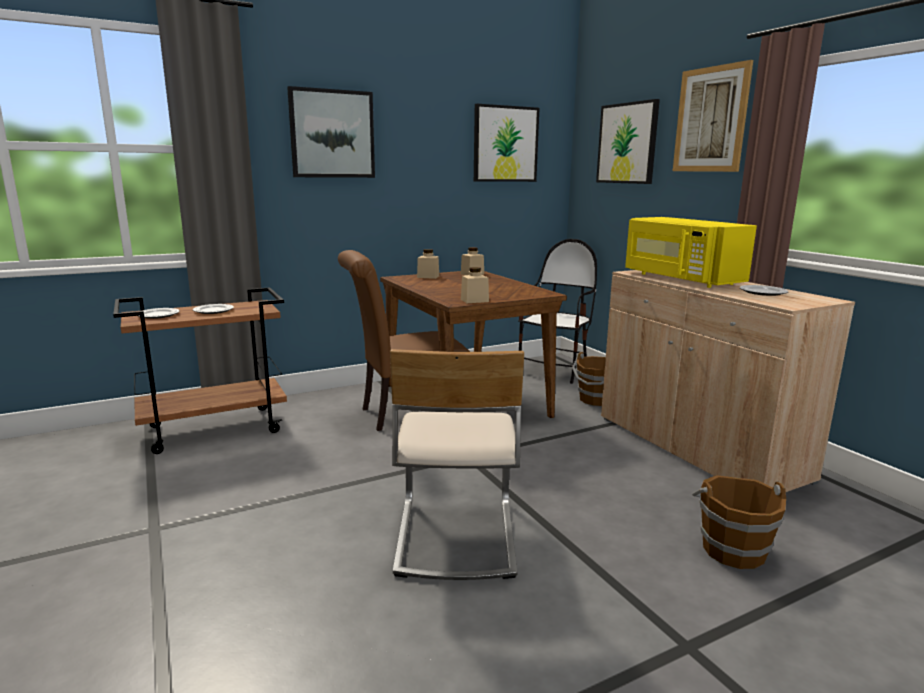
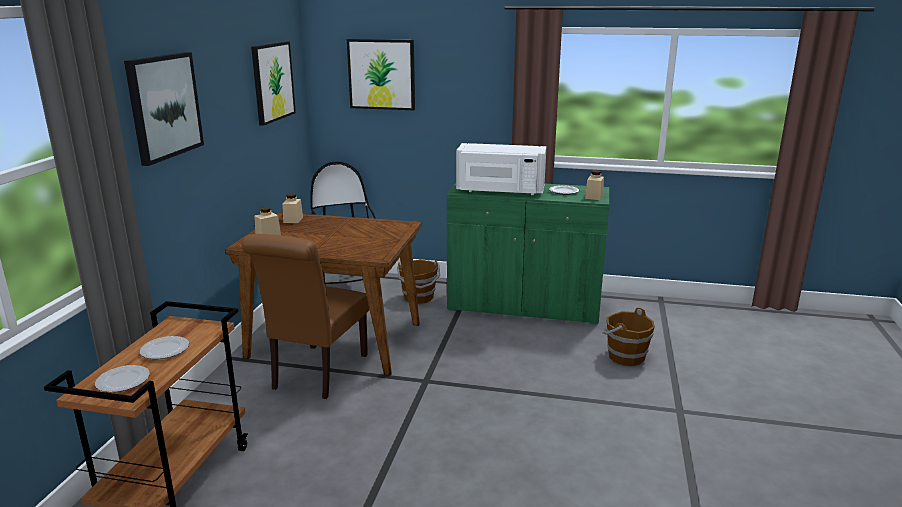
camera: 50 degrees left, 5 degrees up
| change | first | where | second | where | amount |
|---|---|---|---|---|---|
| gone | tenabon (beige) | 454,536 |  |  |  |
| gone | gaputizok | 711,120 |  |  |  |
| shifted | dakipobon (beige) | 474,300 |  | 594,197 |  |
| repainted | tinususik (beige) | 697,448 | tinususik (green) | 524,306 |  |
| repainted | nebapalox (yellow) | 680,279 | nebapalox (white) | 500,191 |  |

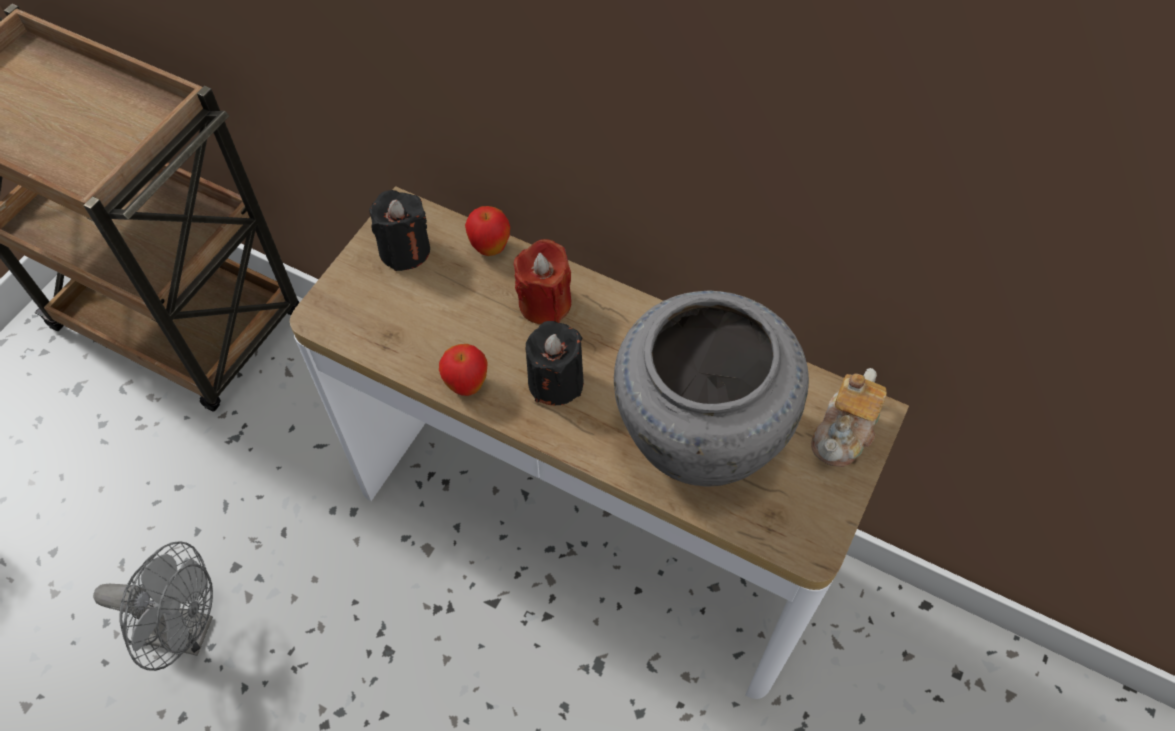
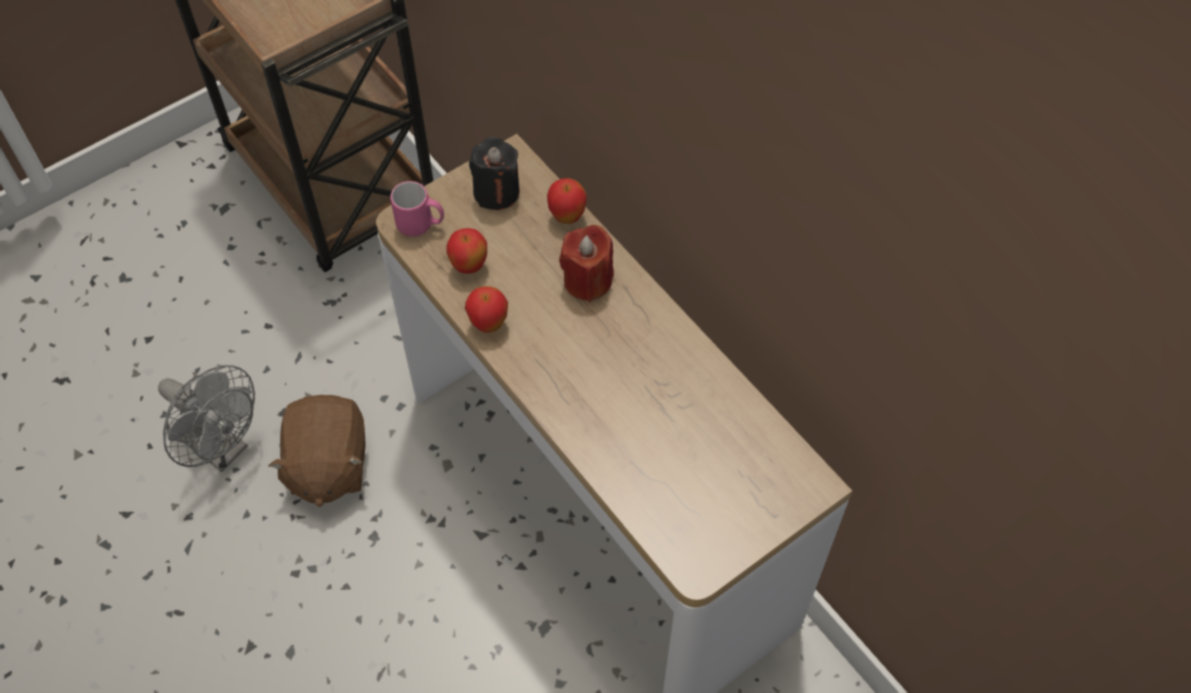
camera: 25 degrees right, 0 degrees up
| change | first | where | second | where | amount |
|---|---|---|---|---|---|
| gone | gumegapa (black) | 555,382 |  |  |  |
| gone | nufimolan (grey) | 696,438 |  |  |  |
| gone | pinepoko | 844,433 |  |  |  |
| new |  |  | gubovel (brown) | 327,465 |  |
| new |  |  | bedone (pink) | 421,225 |  |
| new |  |  | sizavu | 469,266 |  |

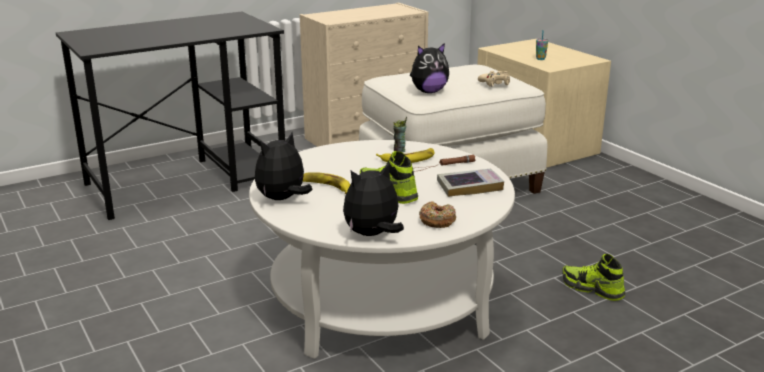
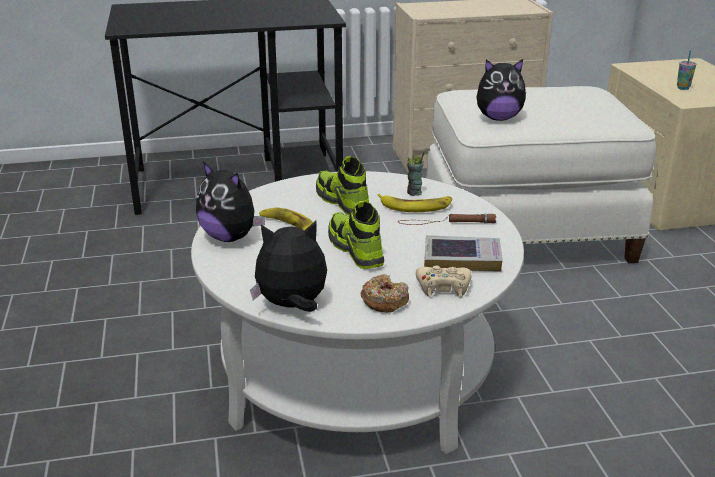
camera: 20 degrees right, 5 degrees up
| change | first | where | second | where | amount |
|---|---|---|---|---|---|
| shifted | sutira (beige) | 495,83 |  | 443,287 |  |
| shifted | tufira | 592,289 |  | 342,202 |  |
| rotated | gubovel | 282,199 |  | 230,237 | 120 degrees counterclockwise |

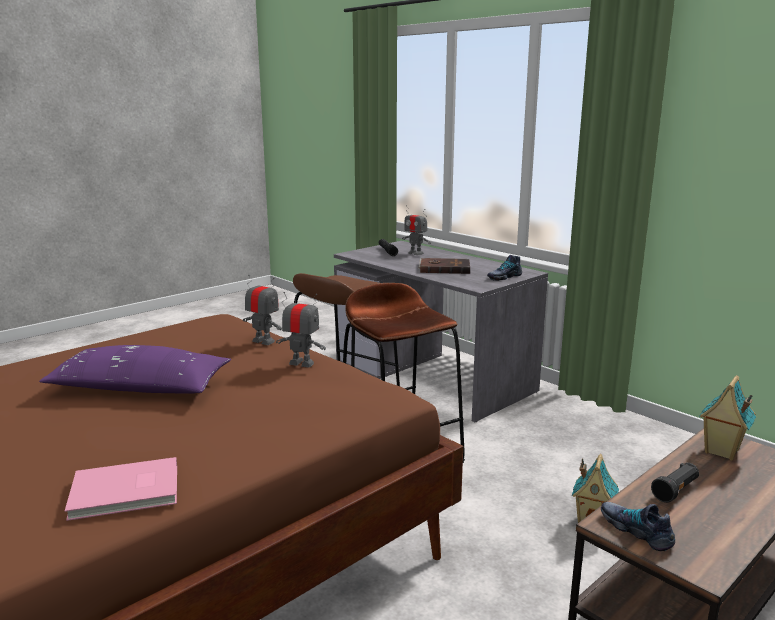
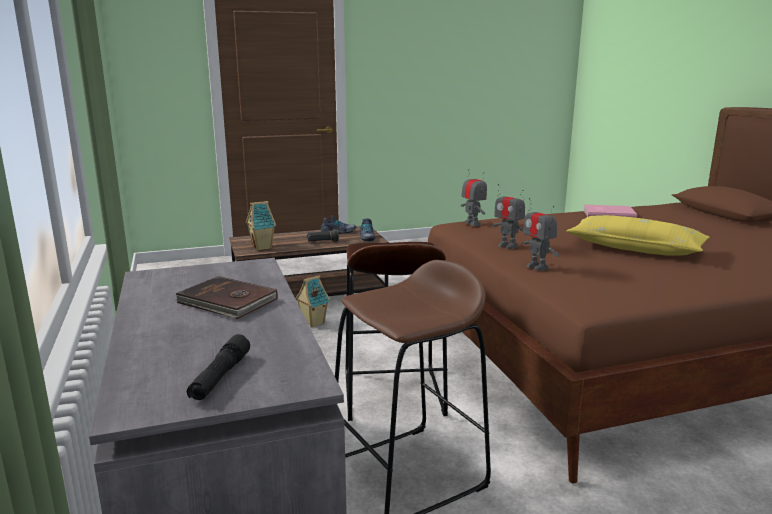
camera: 155 degrees left, 0 degrees up
| change | first | where | second | where | amount |
|---|---|---|---|---|---|
| shifted | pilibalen | 415,253 |  | 472,223 |  |
| shifted | tufira | 503,277 |  | 338,232 |  |
| repainted | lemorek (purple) | 140,388 | lemorek (yellow) | 635,248 |  |

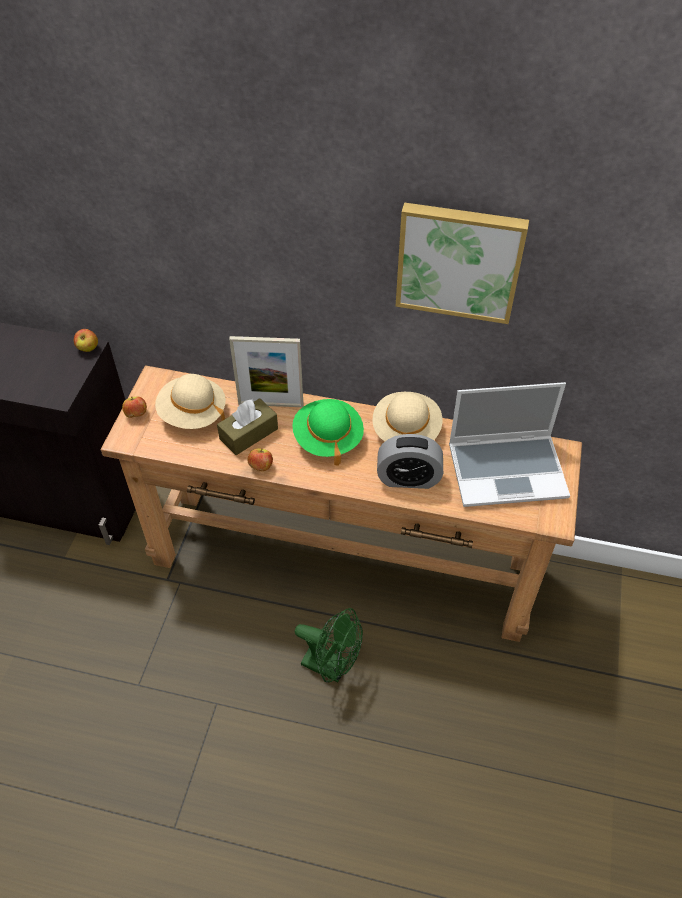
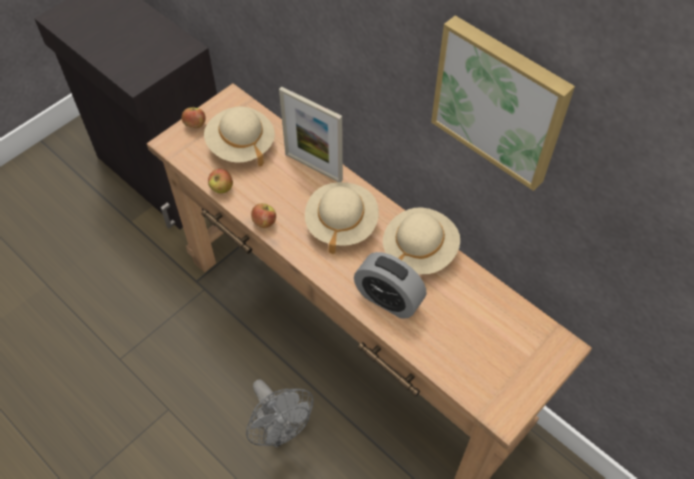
camera: 30 degrees right, 5 degrees up
| change | first | where | second | where | amount |
|---|---|---|---|---|---|
| gone | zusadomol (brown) | 248,434 |  |  |  |
| gone | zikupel | 508,470 |  |  |  |
| shifted | sizavu | 88,348 |  | 222,188 |  |
| repainted | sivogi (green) | 328,438 | sivogi (beige) | 341,224 |  |
| repainted | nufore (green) | 332,666 | nufore (grey) | 280,431 |  |

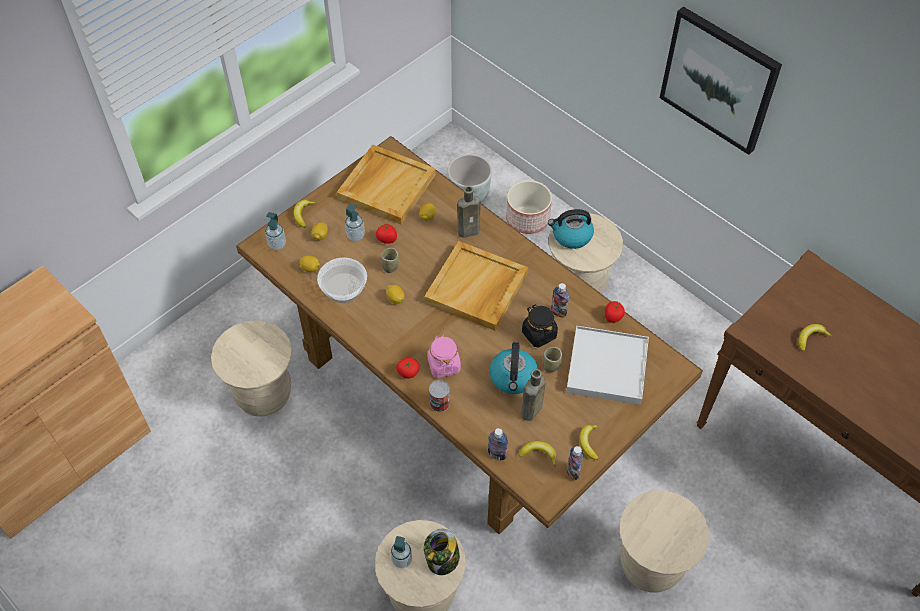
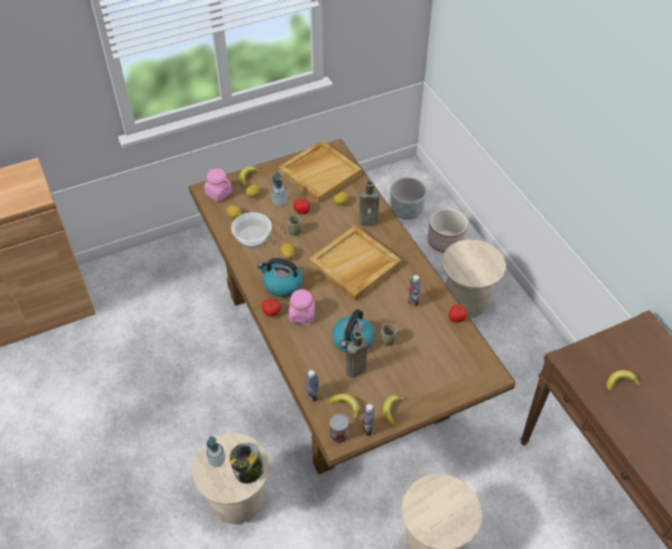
camera: 20 degrees right, 5 degrees down
| change | first | where | second | where | amount |
|---|---|---|---|---|---|
| gone | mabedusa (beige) | 263,395 |  |  |  |
| gone | dakipobon (black) | 539,334 |  |  |  |
| gone | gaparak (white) | 607,367 |  |  |  |
| gone | gaputizok | 719,79 |  |  |  |
| shifted | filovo | 439,403 |  | 339,435 |  |
| shifted | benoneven | 571,236 |  | 282,284 |  |
| swapped | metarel | 277,244 | dakipobon (pink) | 218,193 |  |

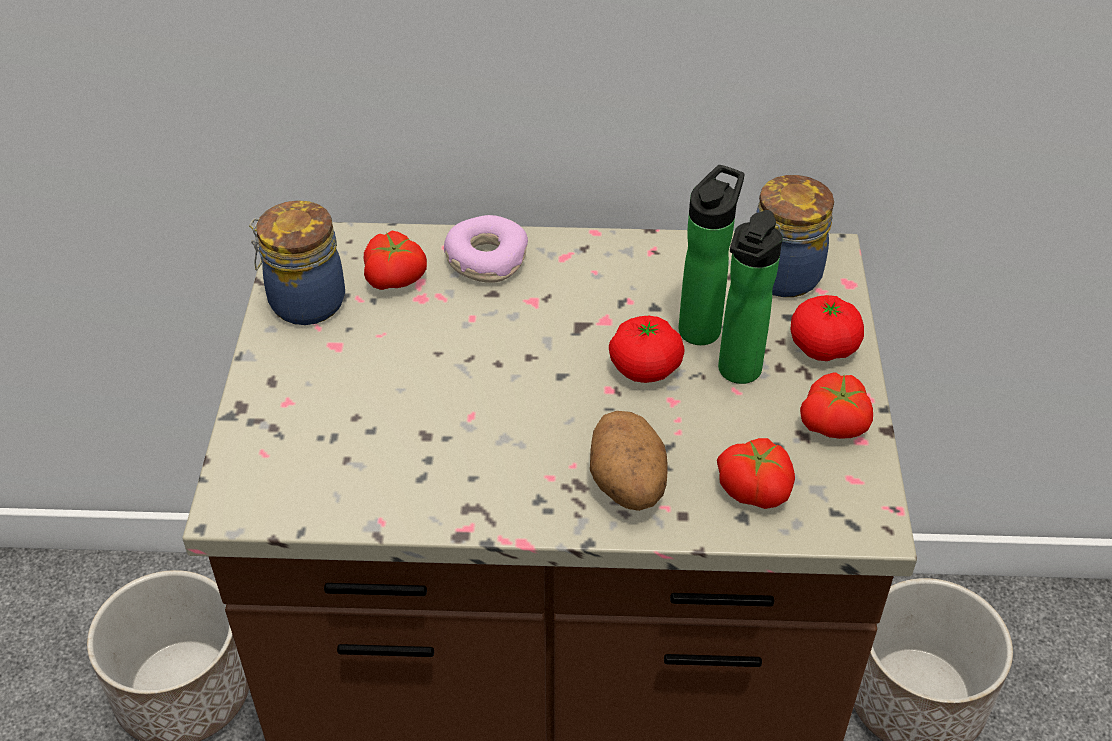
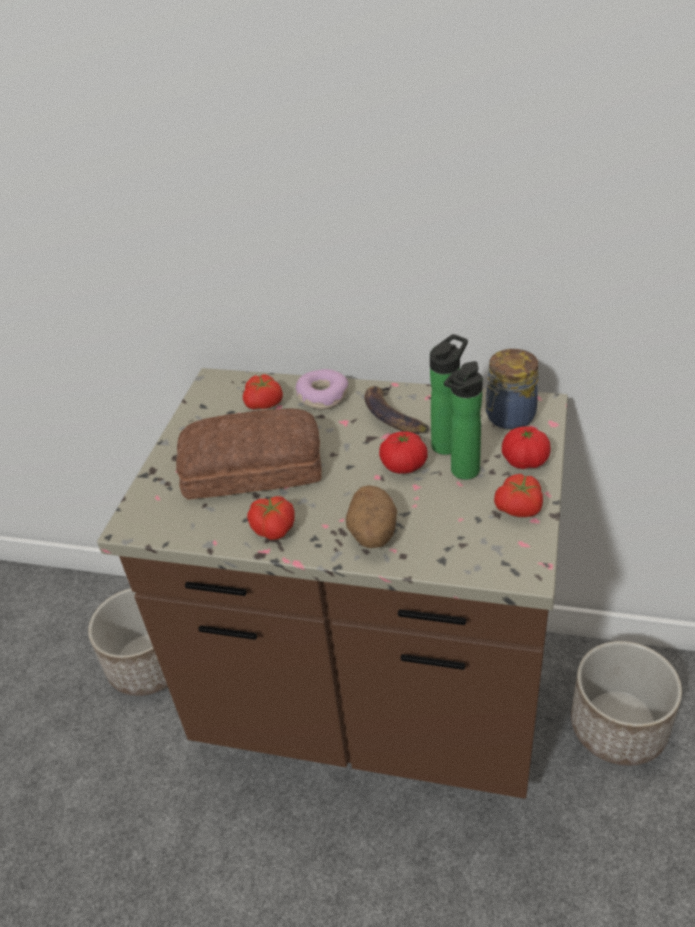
camera: 15 degrees right, 5 degrees down
| change | first | where | second | where | amount |
|---|---|---|---|---|---|
| gone | dakipobon | 304,302 |  |  |  |
| new |  |  | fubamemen | 254,469 |  |
| new |  |  | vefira | 392,415 |  |
| shifted | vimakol | 755,487 |  | 274,528 |  |

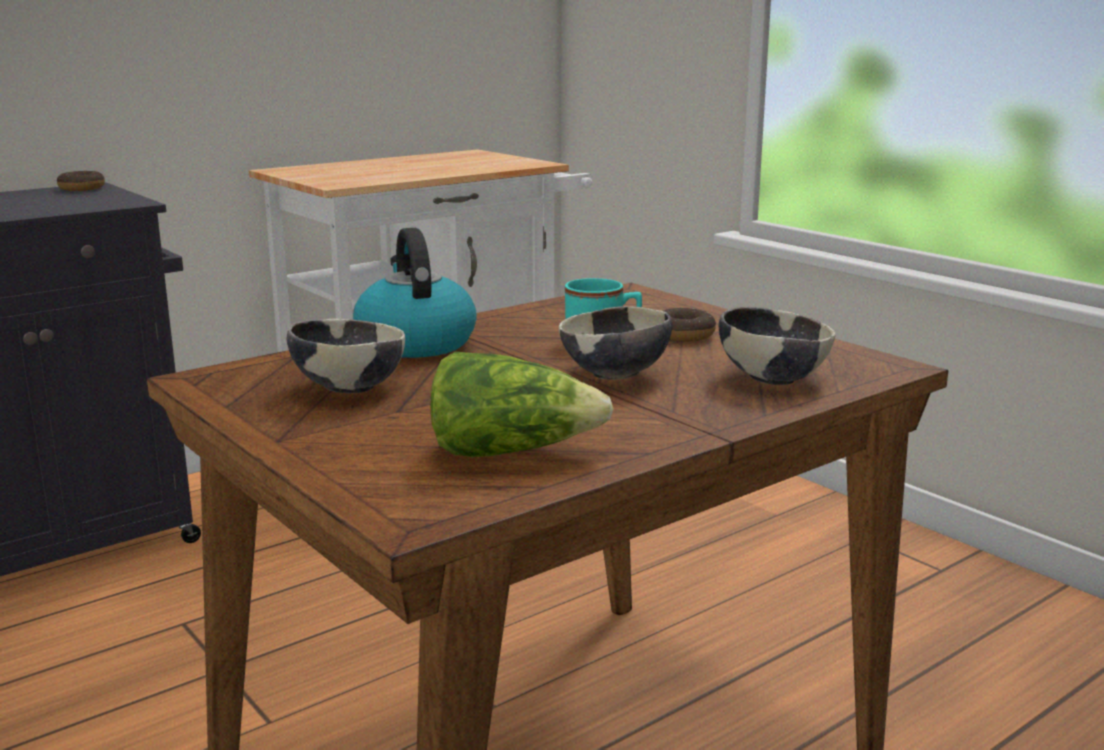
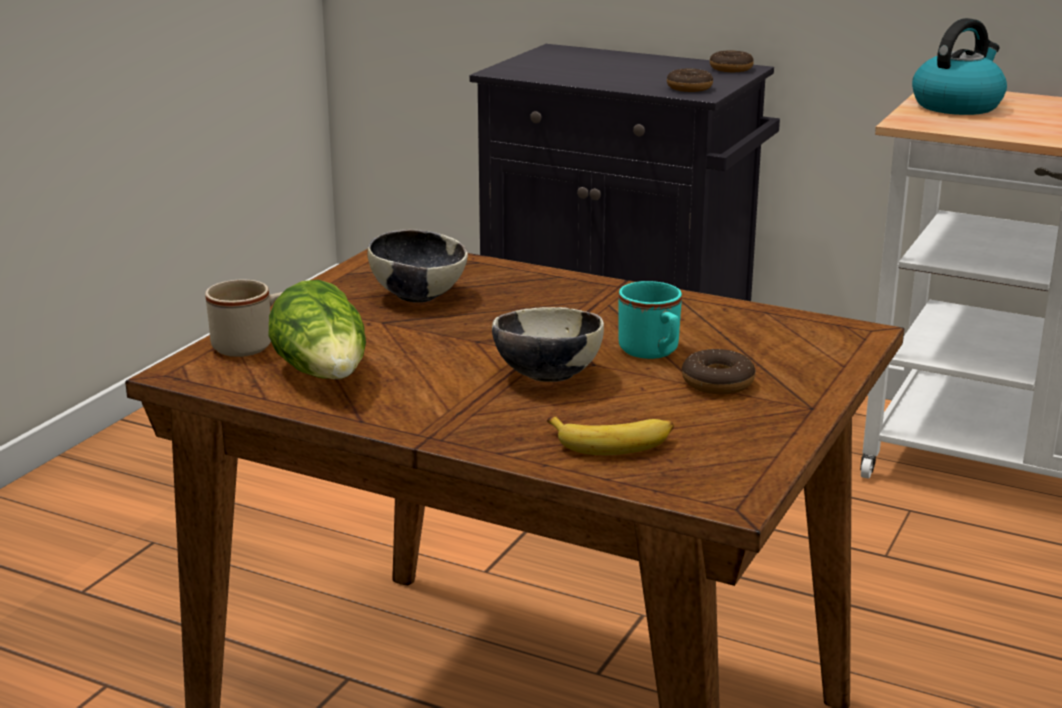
camera: 65 degrees right, 5 degrees up
| change | first | where | second | where | amount |
|---|---|---|---|---|---|
| new |  |  | bedone (beige) | 252,346 |  |
| new |  |  | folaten | 689,88 |  |
| shifted | benoneven | 414,343 |  | 957,105 |  |
| swapped | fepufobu | 771,378 | vefira | 613,442 |  |

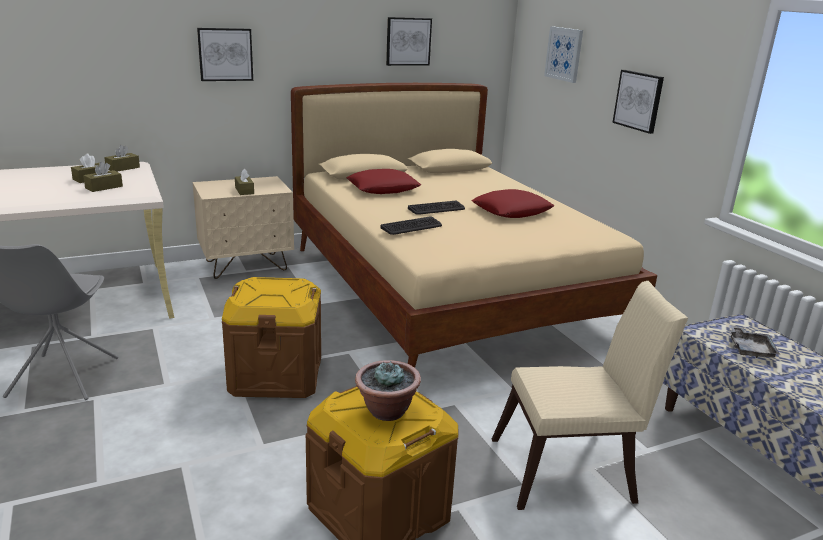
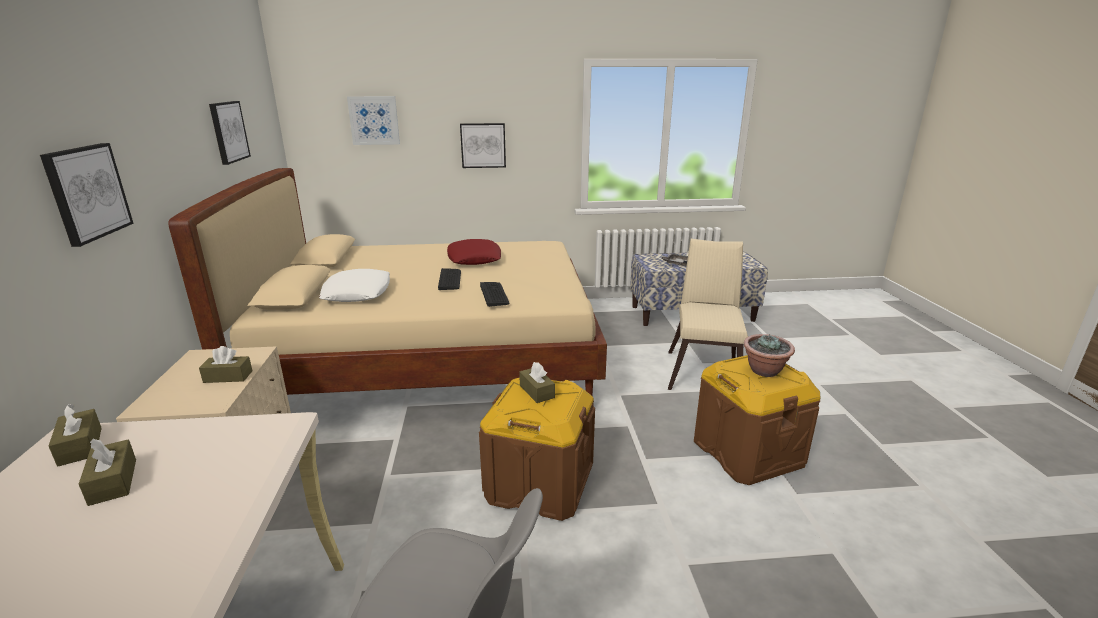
camera: 70 degrees left, 0 degrees up
| change | first | where | second | where | amount |
|---|---|---|---|---|---|
| shifted | zusadomol (brown) | 104,187 |  | 537,391 |  |
| repainted | lemorek (red) | 382,188 | lemorek (white) | 357,293 |  |

